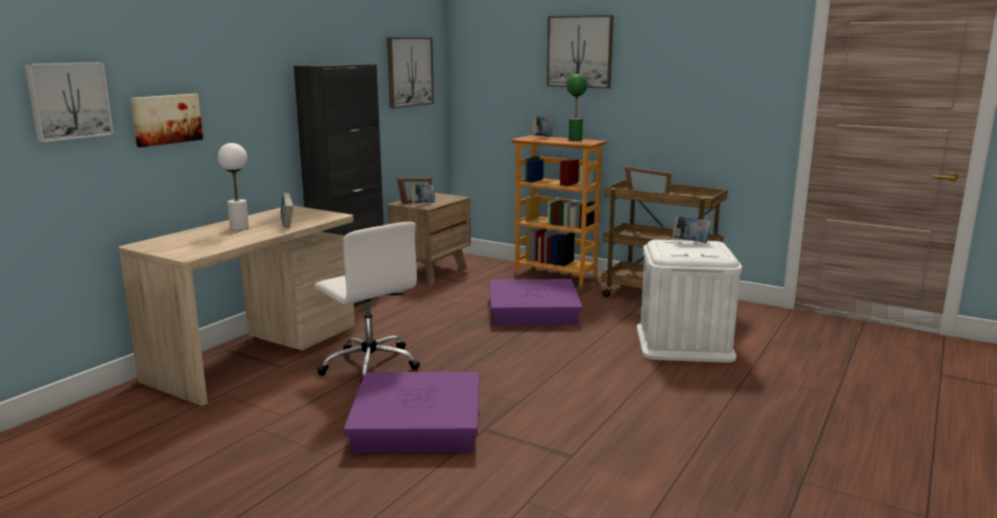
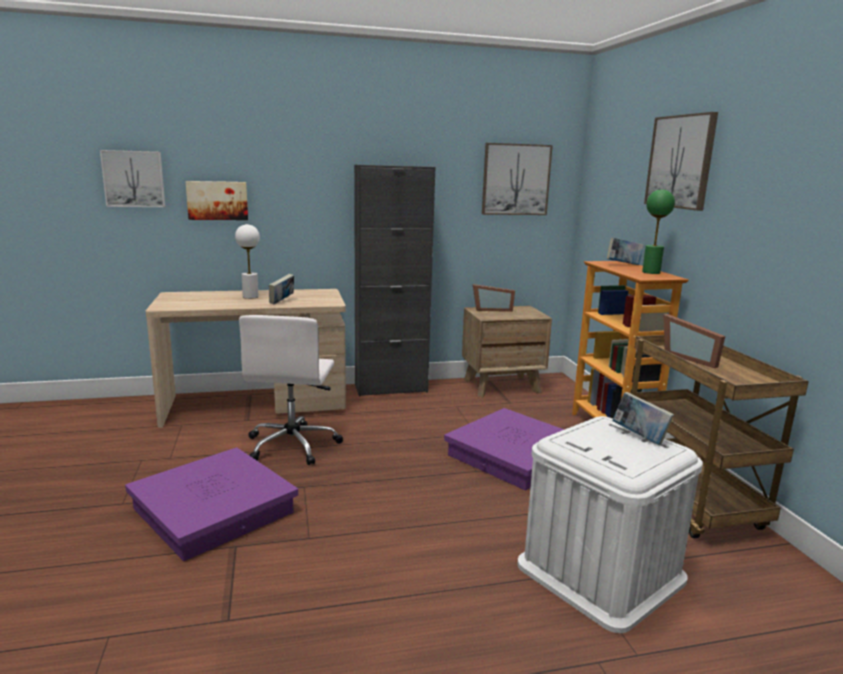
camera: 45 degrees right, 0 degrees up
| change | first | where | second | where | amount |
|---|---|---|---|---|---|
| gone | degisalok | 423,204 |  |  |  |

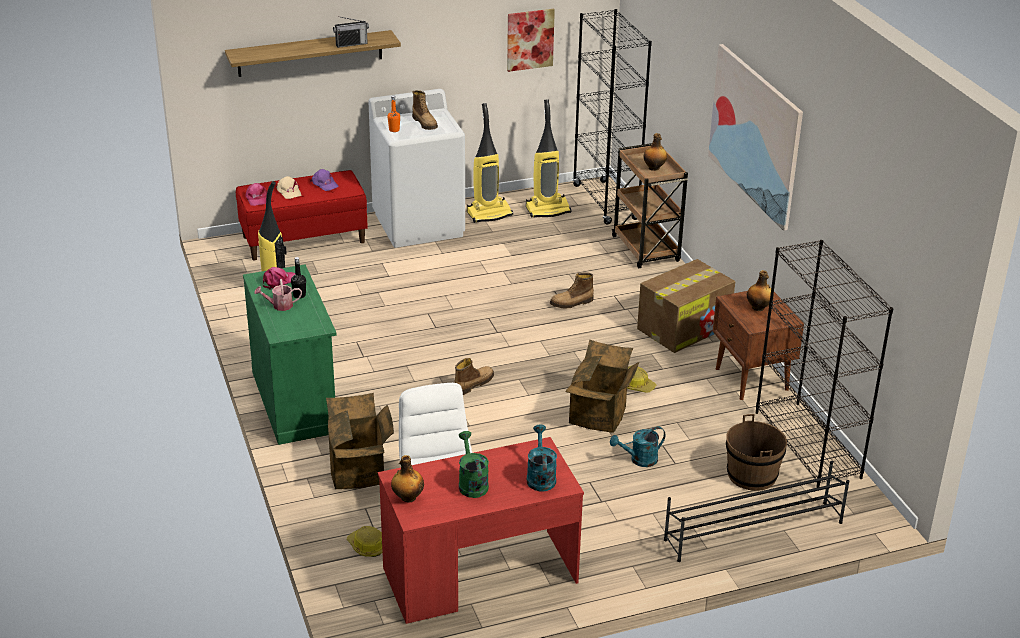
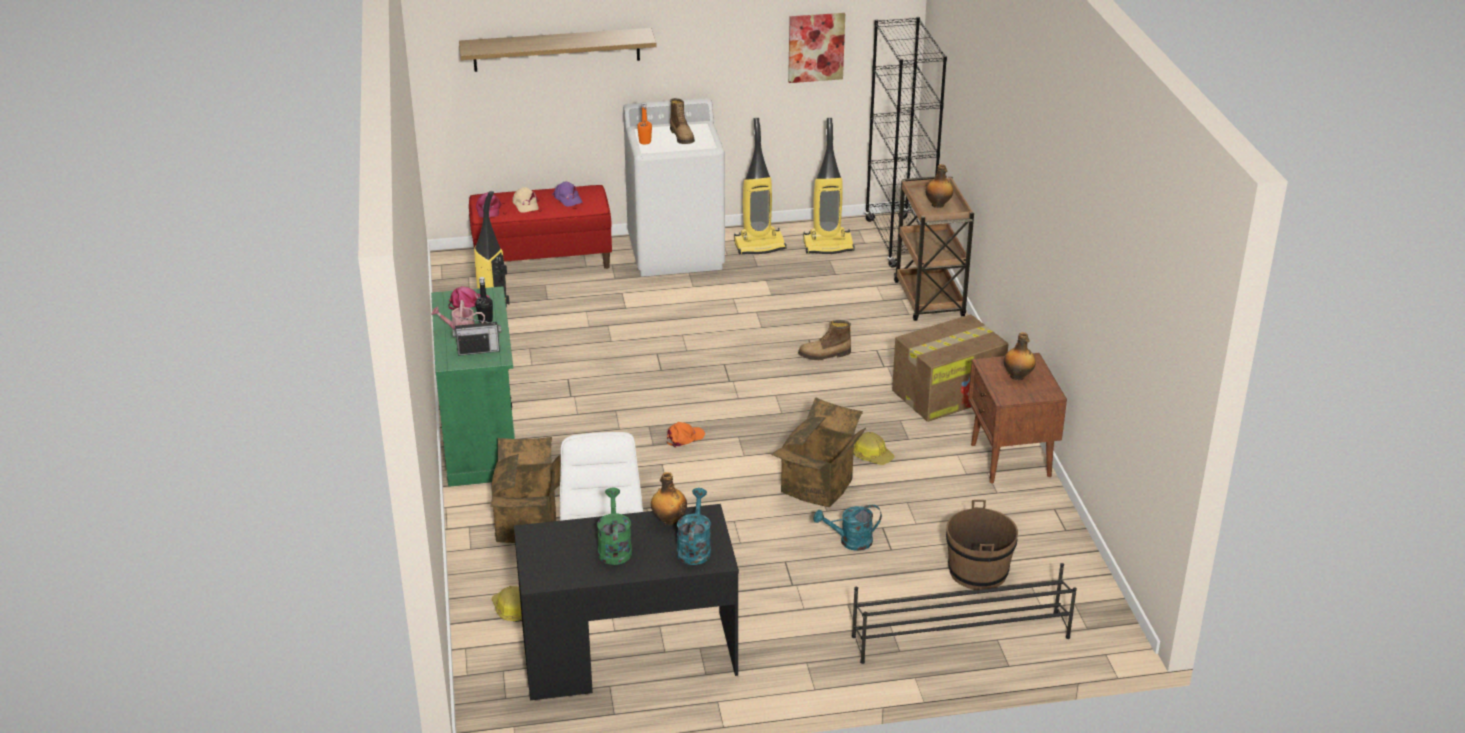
camera: 10 degrees right, 0 degrees up
| change | first | where | second | where | amount |
|---|---|---|---|---|---|
| gone | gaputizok | 755,134 |  |  |  |
| gone | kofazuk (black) | 808,445 |  |  |  |
| shifted | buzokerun | 351,44 |  | 478,350 |  |
| shifted | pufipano | 407,497 |  | 669,520 |  |
| swapped | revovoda | 473,384 | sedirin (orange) | 684,438 |  |
| repainted | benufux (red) | 479,576 | benufux (black) | 628,655 |  |

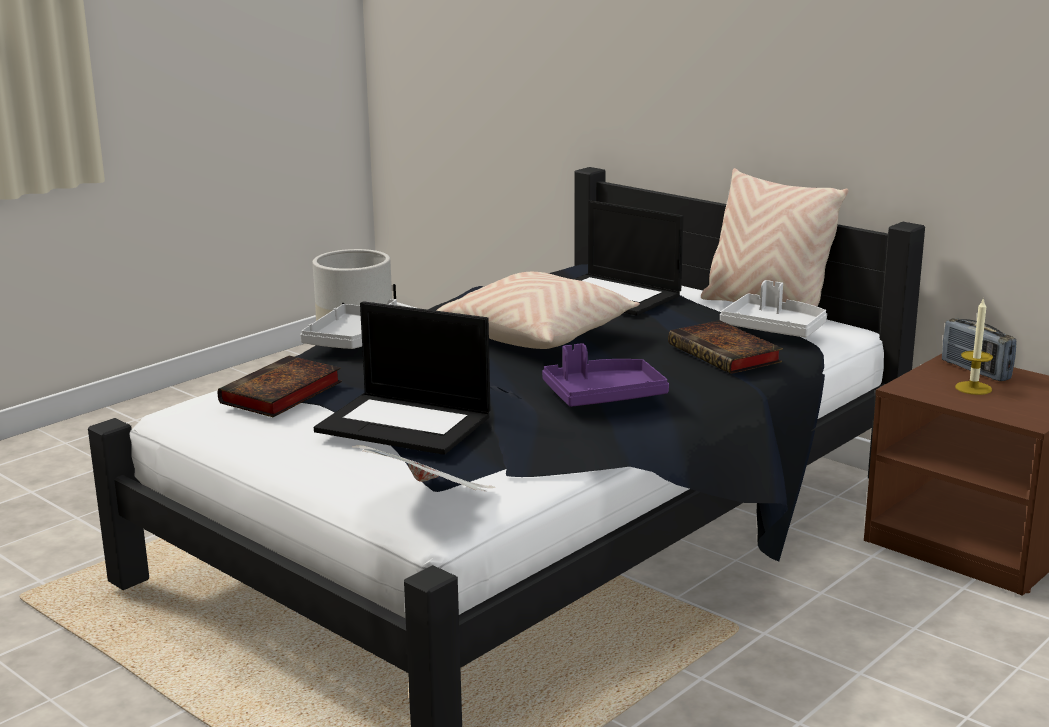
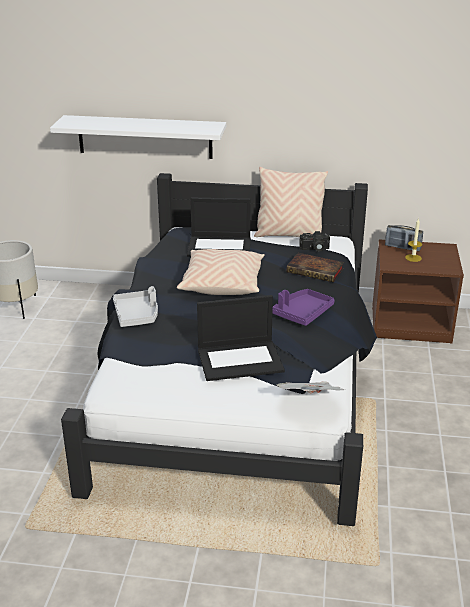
camera: 35 degrees left, 10 degrees up
| change | first | where | second | where | amount |
|---|---|---|---|---|---|
| gone | degisalok | 280,394 |  |  |  |
| new |  |  | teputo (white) | 145,137 |  |
| swapped | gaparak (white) | 774,329 | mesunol | 314,249 |  |

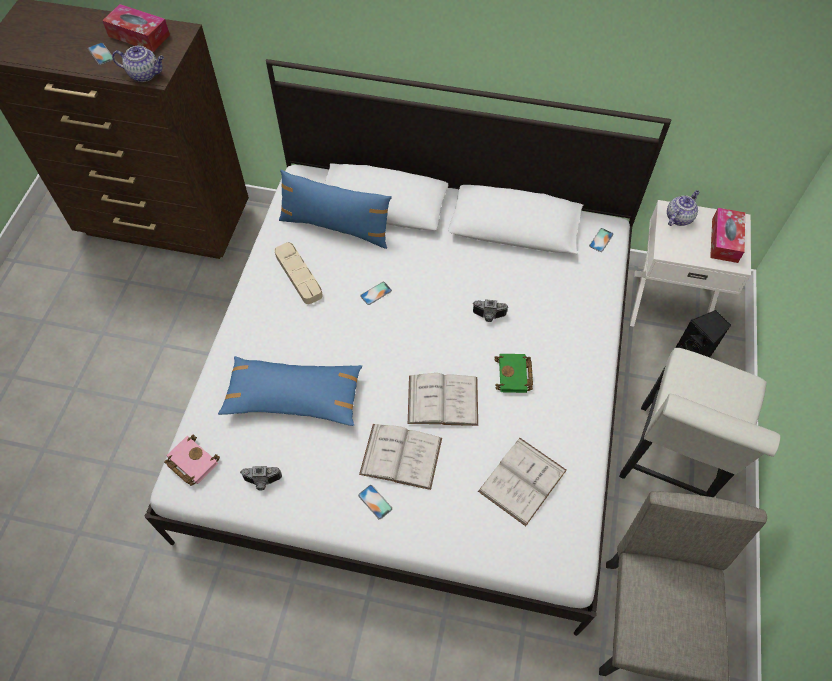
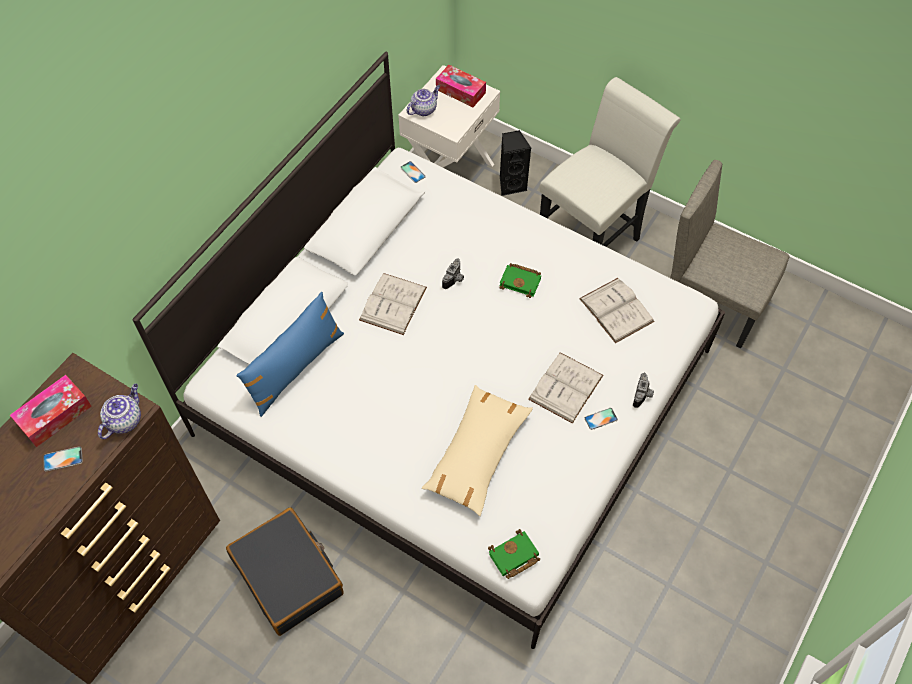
camera: 70 degrees left, 0 degrees up
| change | first | where | second | where | amount |
|---|---|---|---|---|---|
| gone | gaparak (beige) | 298,275 |  |  |  |
| gone | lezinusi | 376,293 |  |  |  |
| new |  |  | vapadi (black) | 288,576 |  |
| shifted | mesunol | 262,482 |  | 643,395 |  |
| shifted | degisalok (white) | 443,400 |  | 393,303 |  |
| repainted | degisalok (pink) | 191,462 | degisalok (green) | 513,557 |  |
| repainted | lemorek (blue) | 294,396 | lemorek (beige) | 477,454 |  |
| rotated | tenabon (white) | 669,463 |  | 593,235 | 90 degrees counterclockwise |
| rotated | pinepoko | 679,217 |  | 424,109 | 75 degrees clockwise |

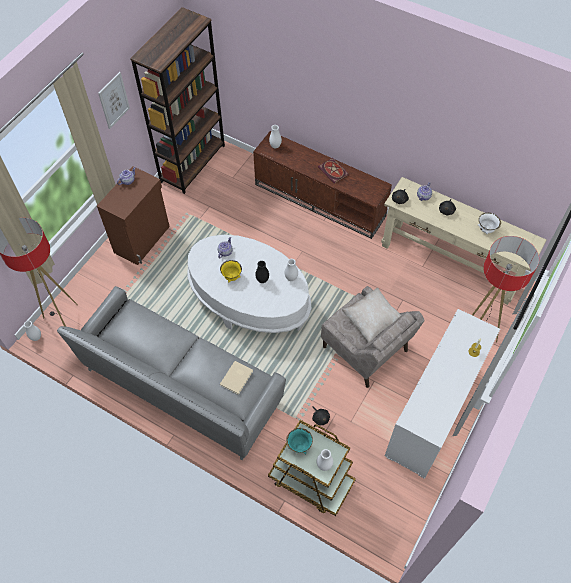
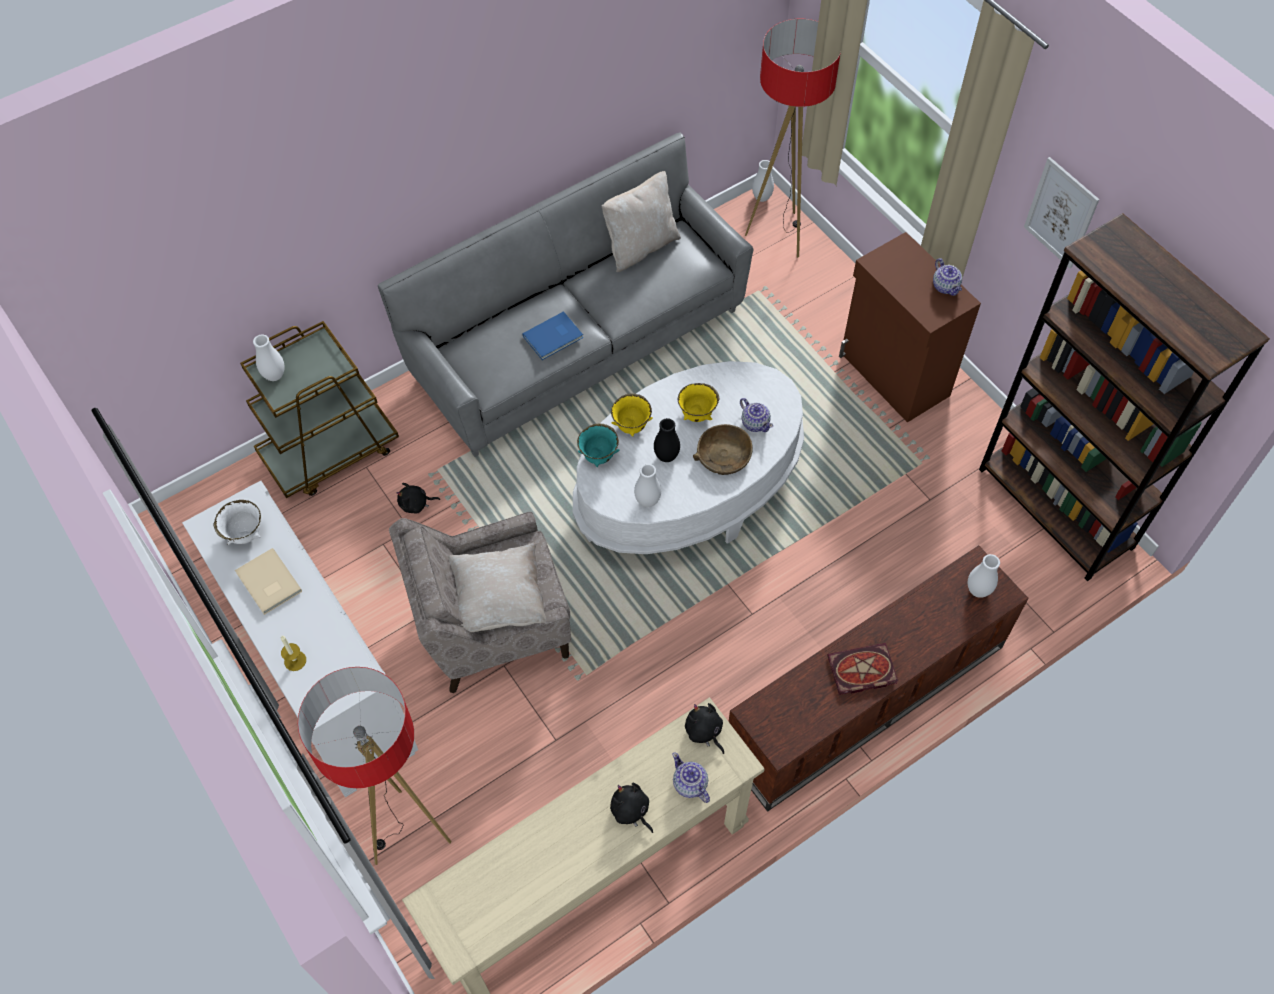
camera: 115 degrees right, 0 degrees up
| change | first | where | second | where | amount |
|---|---|---|---|---|---|
| new |  |  | degisalok (blue) | 554,337 |  |
| new |  |  | lemorek (beige) | 640,246 |  |
| new |  |  | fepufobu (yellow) | 632,426 |  |
| new |  |  | fepufobu (brown) | 723,456 |  |
| shifted | degisalok (beige) | 237,378 |  | 268,584 |  |
| shifted | fepufobu (turquoise) | 299,445 |  | 599,456 |  |
| shifted | fepufobu (white) | 486,230 |  | 245,534 |  |

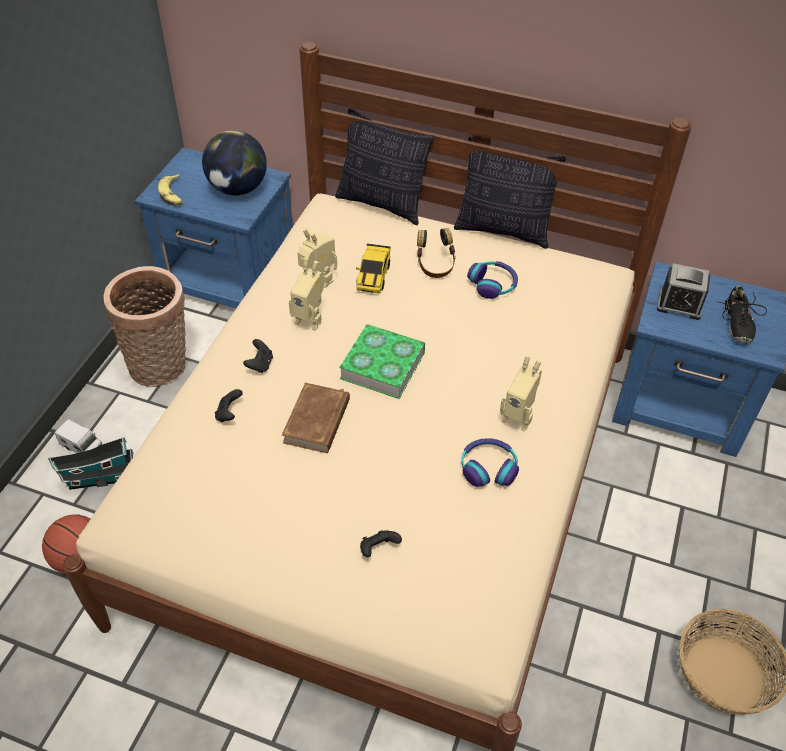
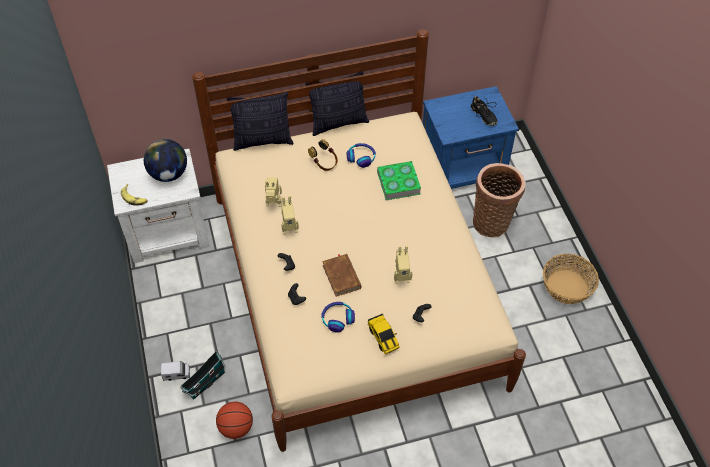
camera: 35 degrees left, 5 degrees up
| change | first | where | second | where | amount |
|---|---|---|---|---|---|
| gone | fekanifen | 679,305 |  |  |  |
| shifted | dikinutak | 162,365 |  | 492,221 |  |
| shifted | degisalok | 382,366 |  | 398,183 |  |
| shifted | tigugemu | 373,276 |  | 383,337 |  |
| shifted | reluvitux | 488,468 |  | 337,319 |  |
| shifted | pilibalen | 518,417 |  | 401,277 |  |
| repainted | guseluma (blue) | 231,282 | guseluma (white) | 168,232 |  |

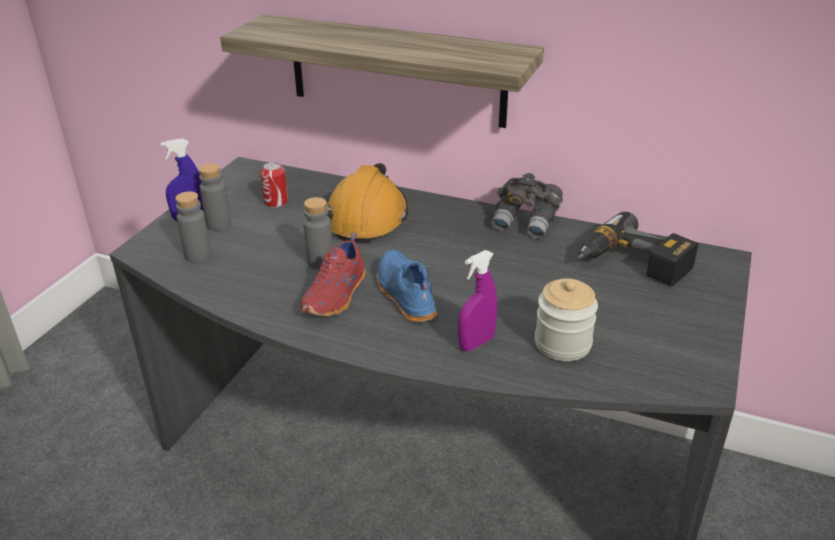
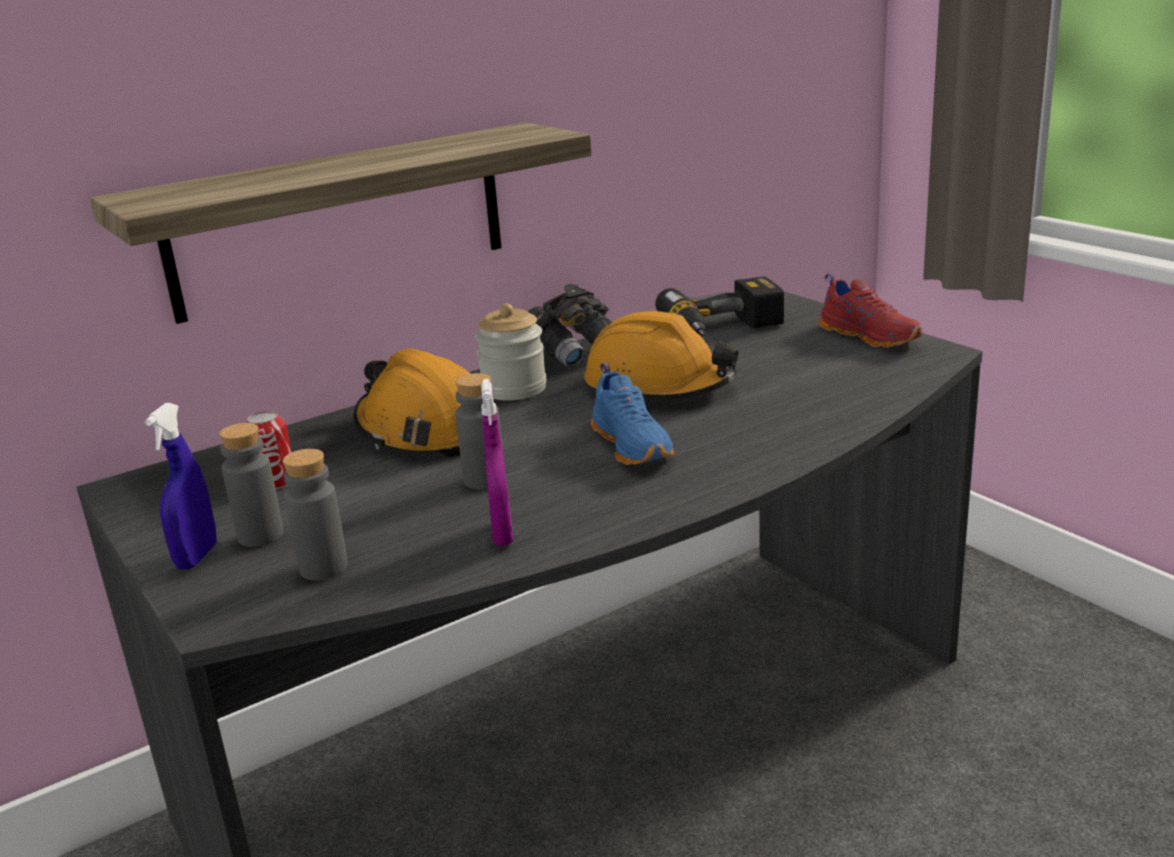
camera: 55 degrees left, 10 degrees down
| change | first | where | second | where | amount |
|---|---|---|---|---|---|
| new |  |  | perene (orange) | 659,387 |  |
| shifted | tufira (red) | 336,296 |  | 871,336 |  |
| shifted | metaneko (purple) | 476,343 |  | 502,534 |  |
| shifted | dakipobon | 562,344 |  | 514,389 |  |
| rotated | tufira (blue) | 404,295 |  | 634,445 | 120 degrees counterclockwise |

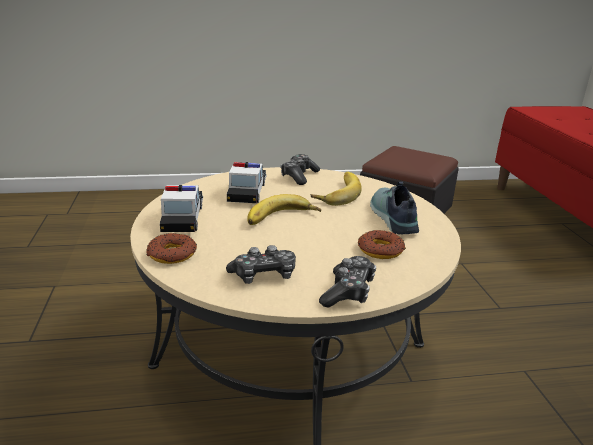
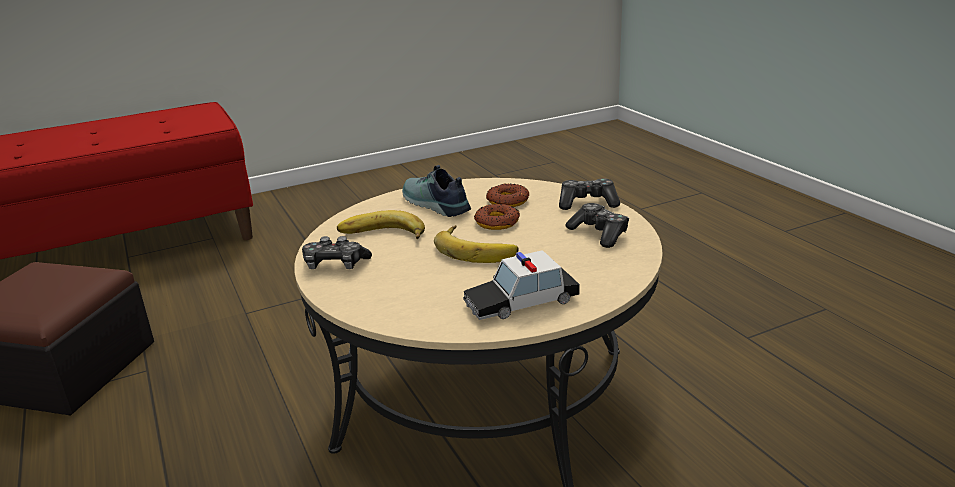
camera: 105 degrees left, 0 degrees up
| change | first | where | second | where | amount |
|---|---|---|---|---|---|
| gone | tigugemu | 247,191 |  |  |  |
| shifted | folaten | 172,254 |  | 497,222 |  |
| rotated | tufira | 391,217 |  | 433,204 | 75 degrees clockwise |

